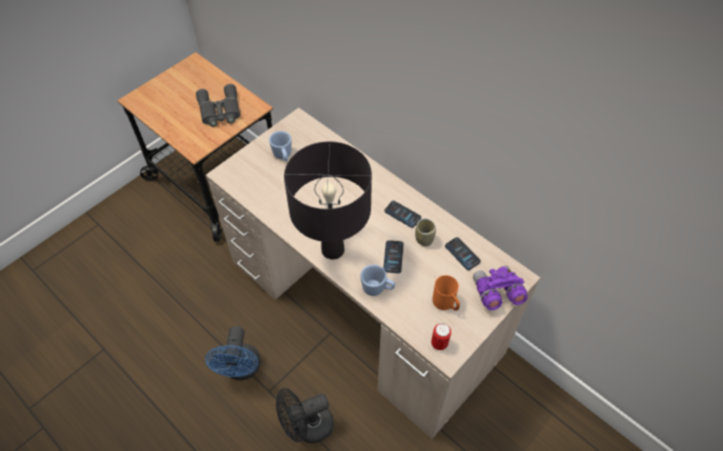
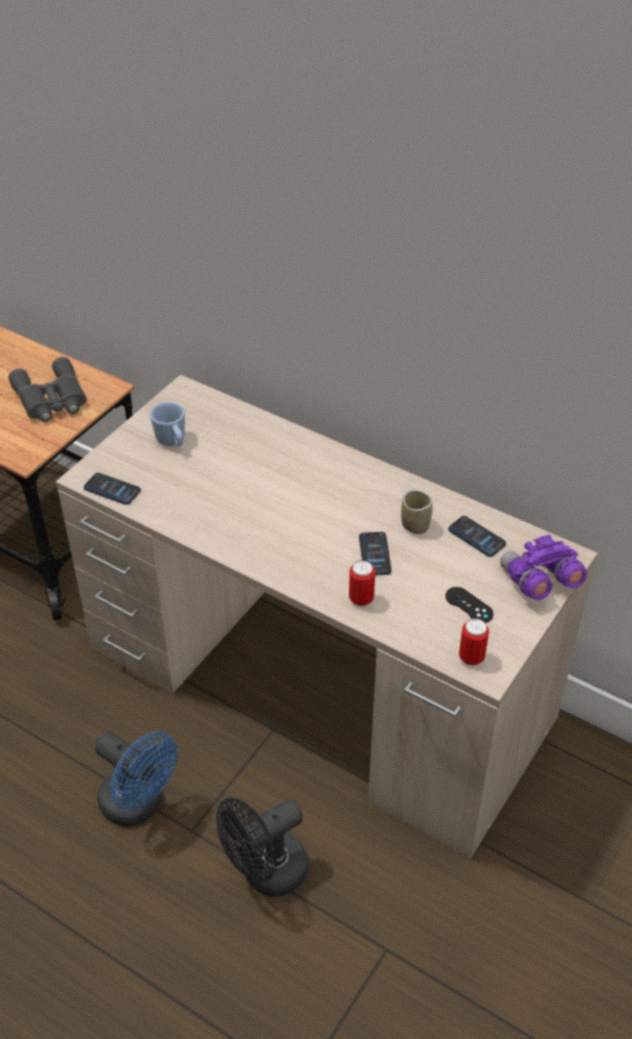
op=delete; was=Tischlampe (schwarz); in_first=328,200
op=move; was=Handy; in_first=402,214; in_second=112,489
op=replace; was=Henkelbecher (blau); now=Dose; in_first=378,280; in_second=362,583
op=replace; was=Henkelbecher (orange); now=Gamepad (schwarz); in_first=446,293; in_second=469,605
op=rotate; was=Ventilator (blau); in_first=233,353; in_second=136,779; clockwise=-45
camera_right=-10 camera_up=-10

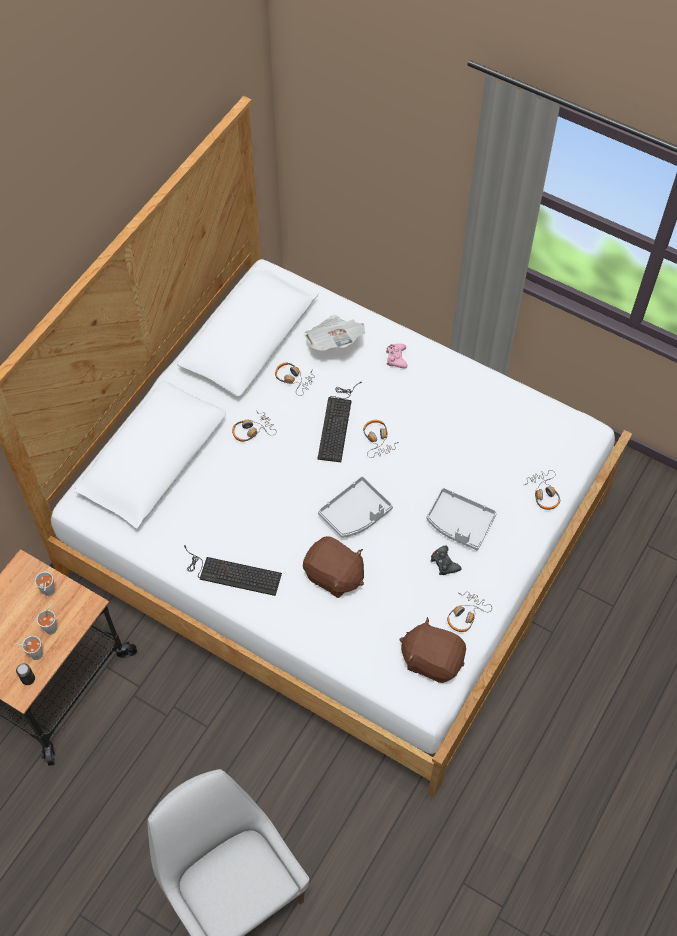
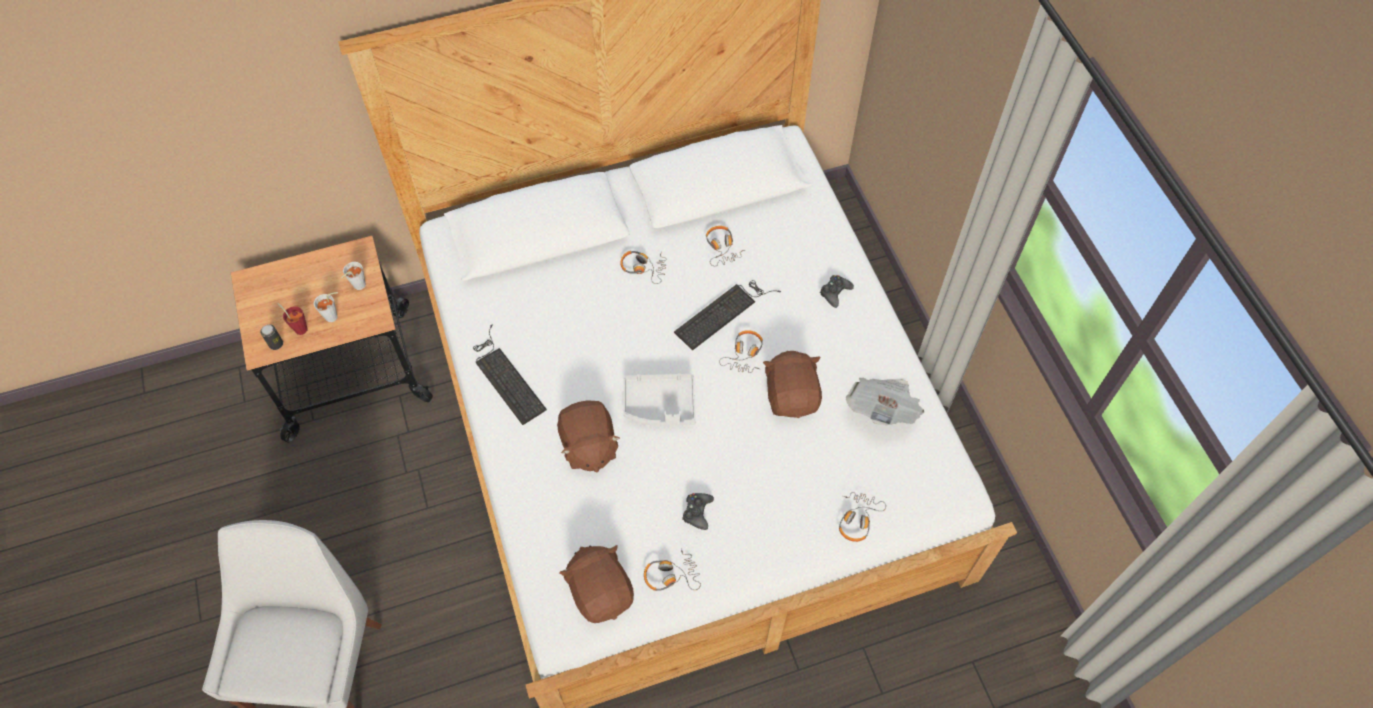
op=move; was=Zeitung; in_first=335,333; in_second=885,401
op=recolor; was=Gamepad (rosa); now=Gamepad (schwarz); in_first=397,356; in_second=837,291
op=delete; was=Tablett (grau); in_first=461,519
op=recolor; was=Tasse (grau); now=Tasse (rot); in_first=28,648; in_second=292,319
op=insert; now=Plüschtier (braun); in_second=792,384
camera_right=40 camera_up=0

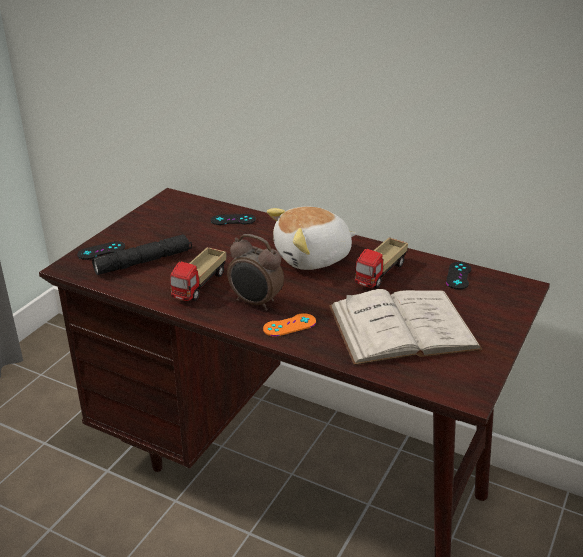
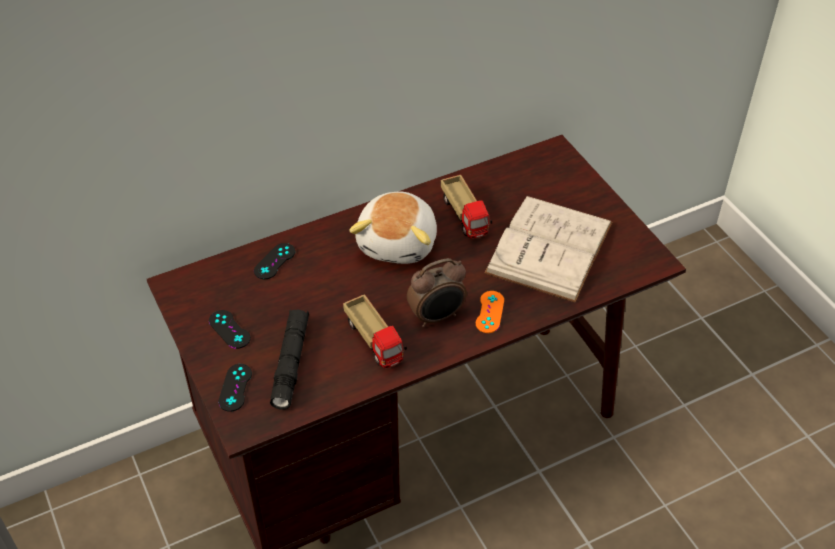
op=move; was=Gamepad (schwarz); in_first=458,276; in_second=230,329
camera_right=-55 camera_up=15

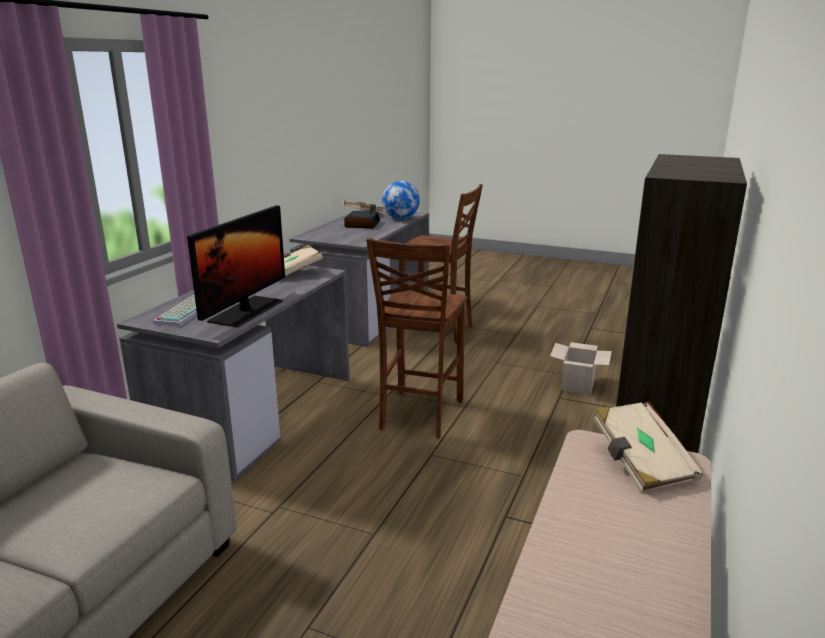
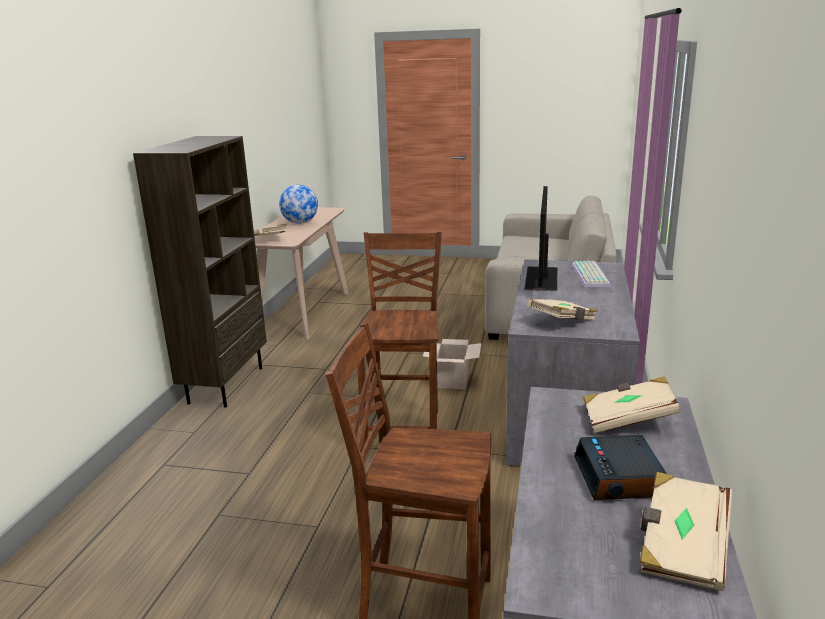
op=move; was=Globus; in_first=401,200; in_second=298,204
op=move; was=Karton; in_first=581,368; in_second=452,364
op=insert; now=Buch (beige); in_second=631,404
camera_right=170 camera_up=0

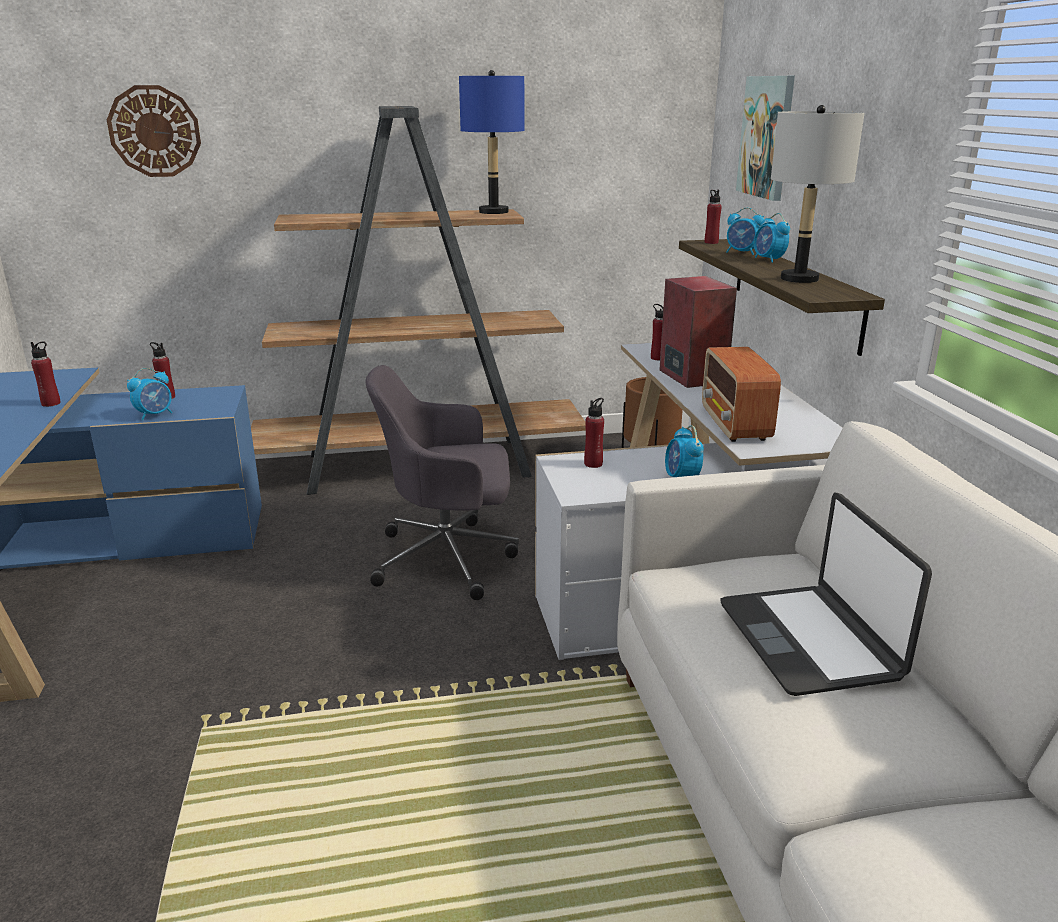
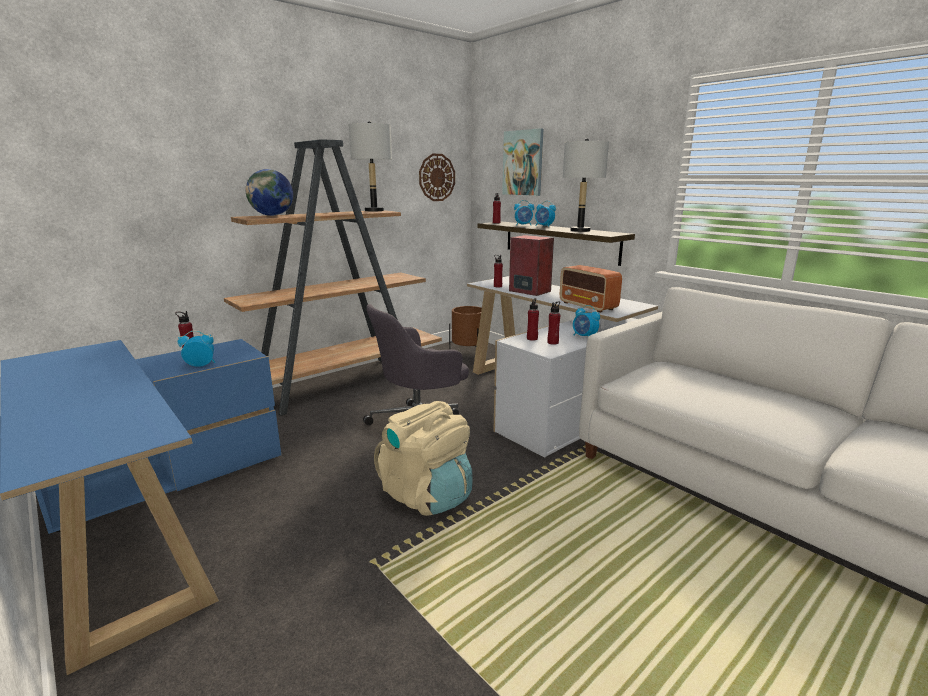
op=recolor; was=Tischlampe (blau); now=Tischlampe (grau); in_first=491,142; in_second=370,166
op=move; was=Wanduhr; in_first=154,131; in_second=437,177
op=move; was=Flasche (rot); in_first=46,374; in_second=553,322
op=rotate; was=Wecker; in_first=149,394; in_second=196,348; clockwise=-120
op=delete; was=Laptop; in_first=826,594
op=insert; now=Globus; in_second=269,192
op=insert; now=Rucksack (beige); in_second=423,458
camera_right=-30 camera_up=-5

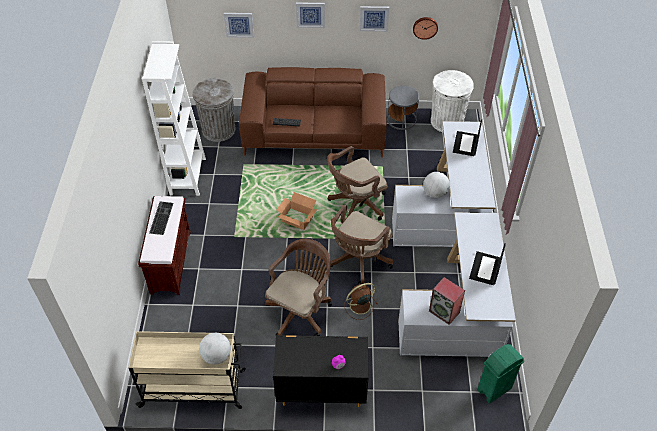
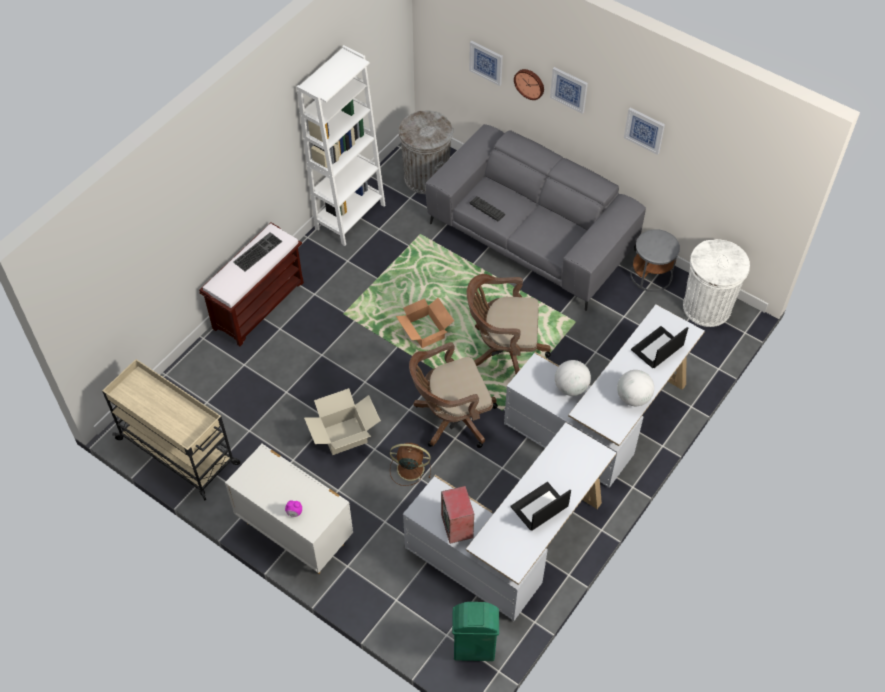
op=move; was=Wanduhr; in_first=425,28; in_second=529,84
op=recolor; was=Sofa (braun); now=Sofa (grau); in_first=313,112; in_second=535,217
op=replace; was=Bürostuhl (braun); now=Karton; in_first=298,287; in_second=342,421
op=move; was=Globus; in_first=215,349; in_second=635,388
op=recolor; was=Kommode (schwarz); now=Kommode (weiß); in_first=321,371; in_second=289,509
camera_right=35 camera_up=5

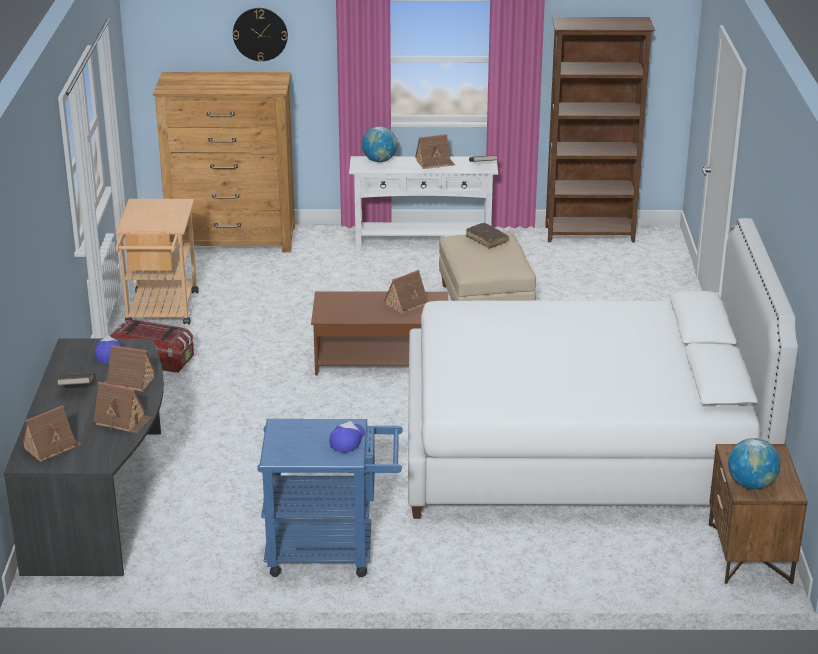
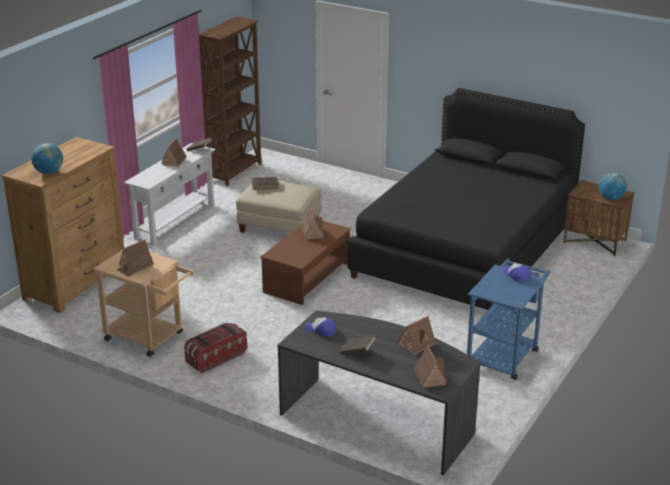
op=delete; was=Wanduhr; in_first=260,35
op=move; was=Globus; in_first=379,144; in_second=47,158
op=recolor; was=Bett (weiß); now=Bett (schwarz); in_first=603,368; in_second=466,199
op=move; was=Spielzeughaus; in_first=130,368; in_second=135,258
camera_right=-60 camera_up=0

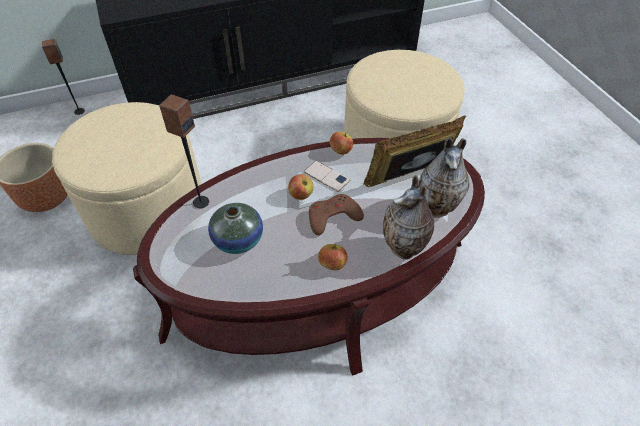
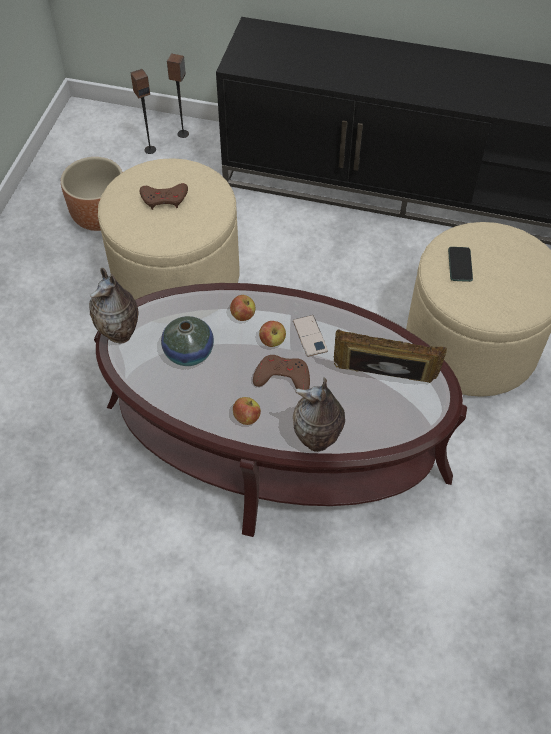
op=move; was=Lautsprecher; in_first=184,151; in_second=143,111
op=move; was=Apfel; in_first=341,143; in_second=242,308
op=move; was=Vase; in_first=444,177; in_second=114,306
op=insert; now=Gamepad (braun); in_second=164,196
op=insert; now=Handy; in_second=460,264
camera_right=35 camera_up=5

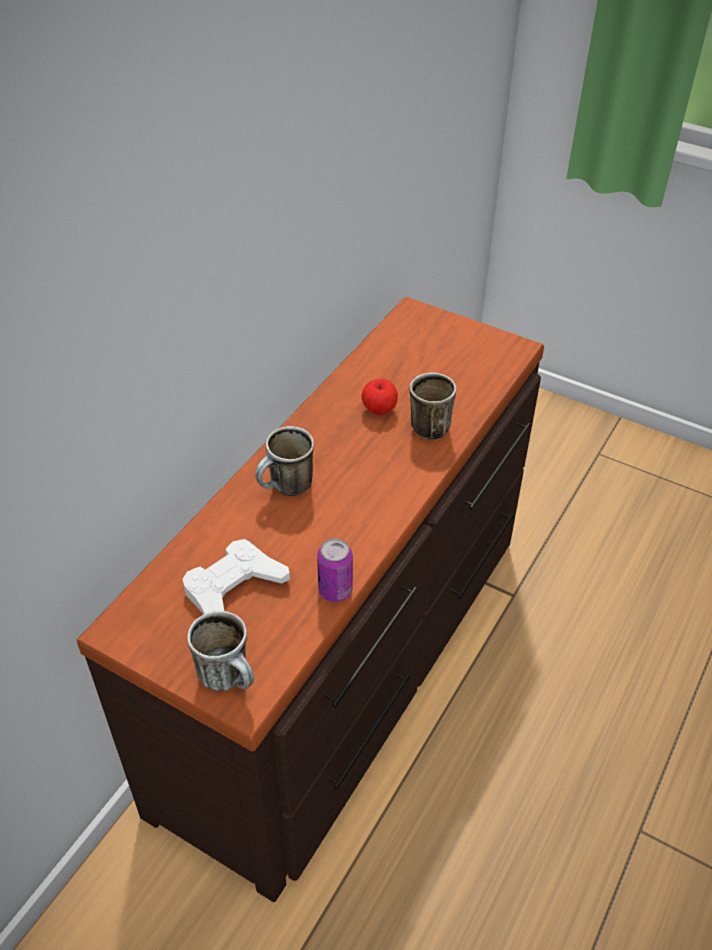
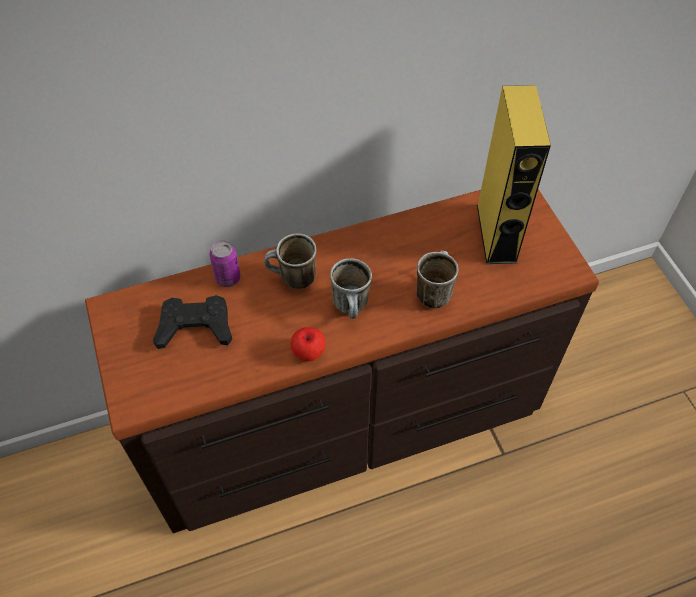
op=move; was=Apfel; in_first=380,397; in_second=308,344
op=move; was=Dose; in_first=335,570; in_second=225,263
op=recolor; was=Gamepad (weiß); now=Gamepad (schwarz); in_first=236,577; in_second=192,322
op=move; was=Henkelbecher; in_first=220,651; in_second=351,288
op=insert; now=Lautsprecher (gelb); in_second=514,174
camera_right=40 camera_up=10

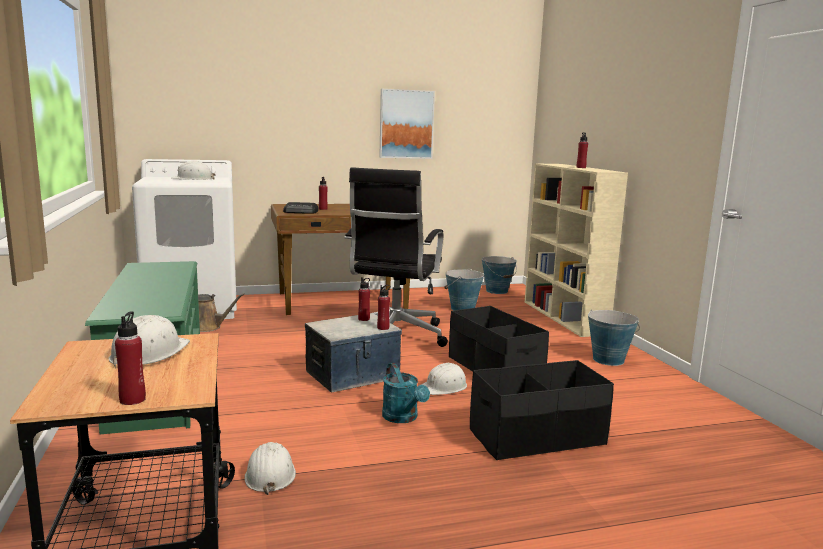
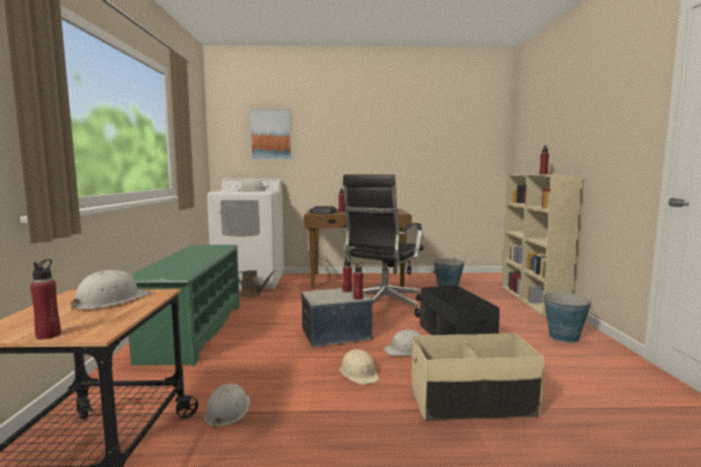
op=move; was=Bild; in_first=407,124; in_second=270,134
op=delete; was=Eimer; in_first=499,275
op=recolor; was=Aufbewahrungsbox (schwarz); now=Aufbewahrungsbox (beige); in_first=542,410; in_second=478,376
op=replace; was=Gießkanne (türkis); now=Schutzhelm (beige); in_first=406,393; in_second=359,367
camera_right=15 camera_up=-5

